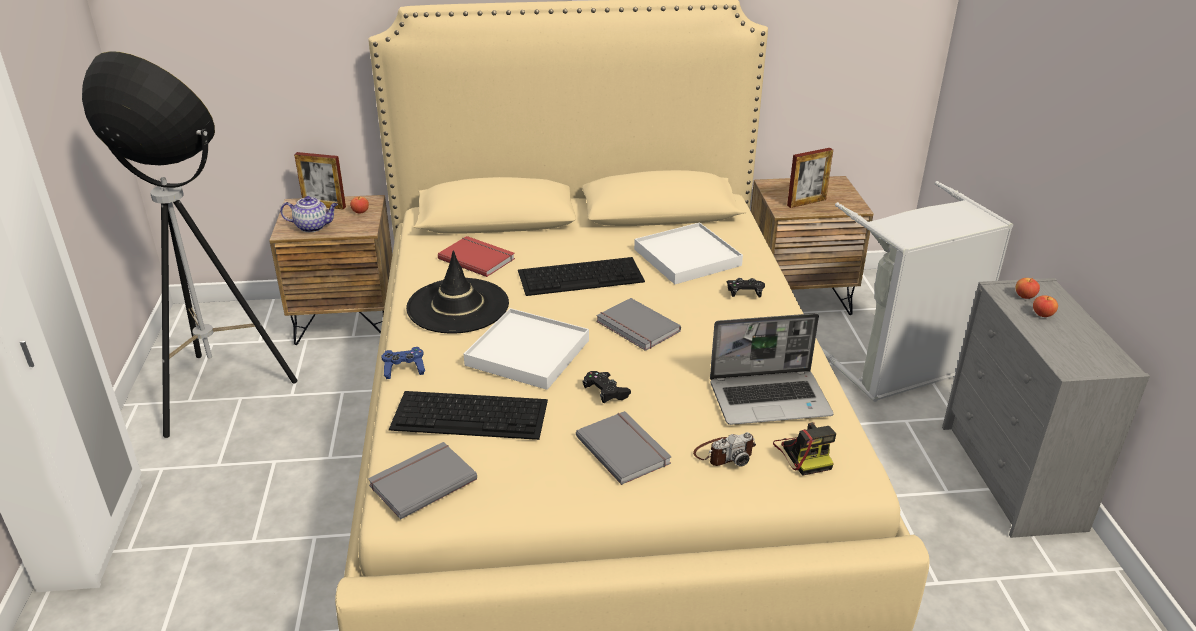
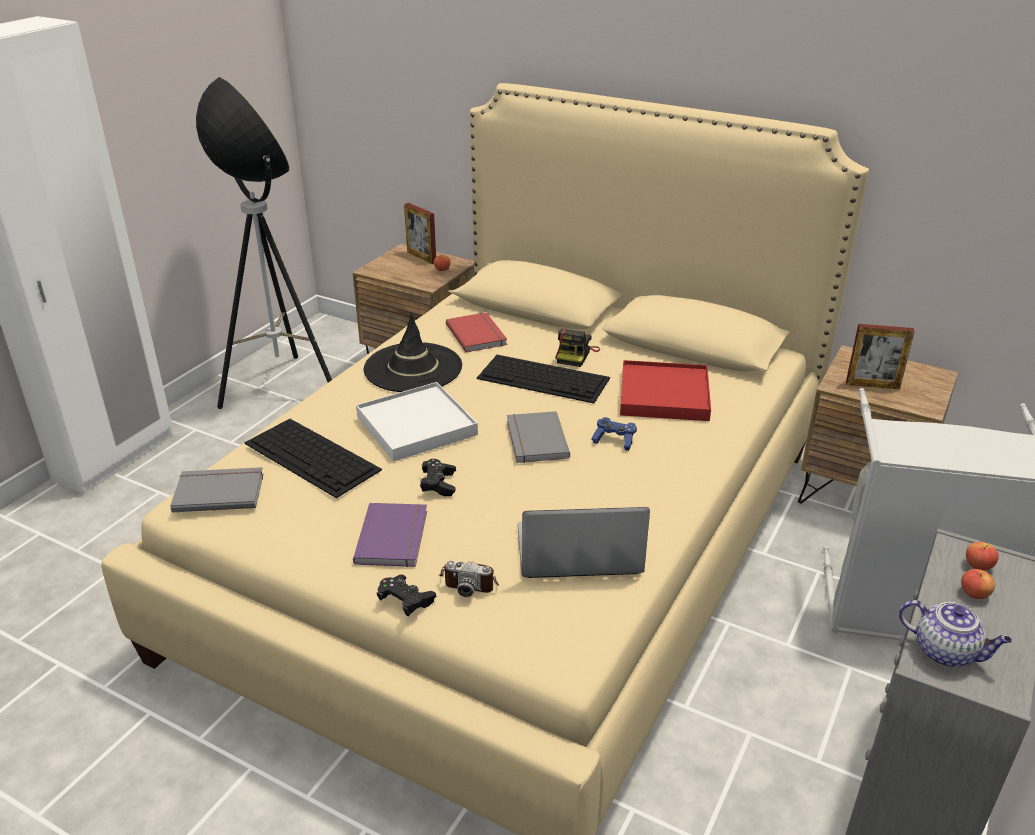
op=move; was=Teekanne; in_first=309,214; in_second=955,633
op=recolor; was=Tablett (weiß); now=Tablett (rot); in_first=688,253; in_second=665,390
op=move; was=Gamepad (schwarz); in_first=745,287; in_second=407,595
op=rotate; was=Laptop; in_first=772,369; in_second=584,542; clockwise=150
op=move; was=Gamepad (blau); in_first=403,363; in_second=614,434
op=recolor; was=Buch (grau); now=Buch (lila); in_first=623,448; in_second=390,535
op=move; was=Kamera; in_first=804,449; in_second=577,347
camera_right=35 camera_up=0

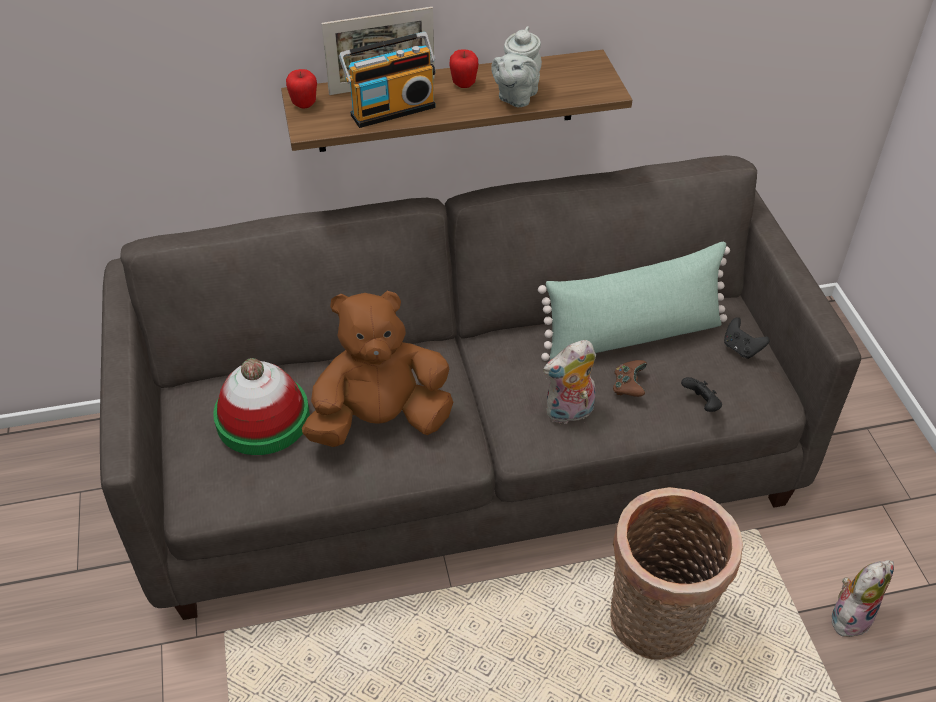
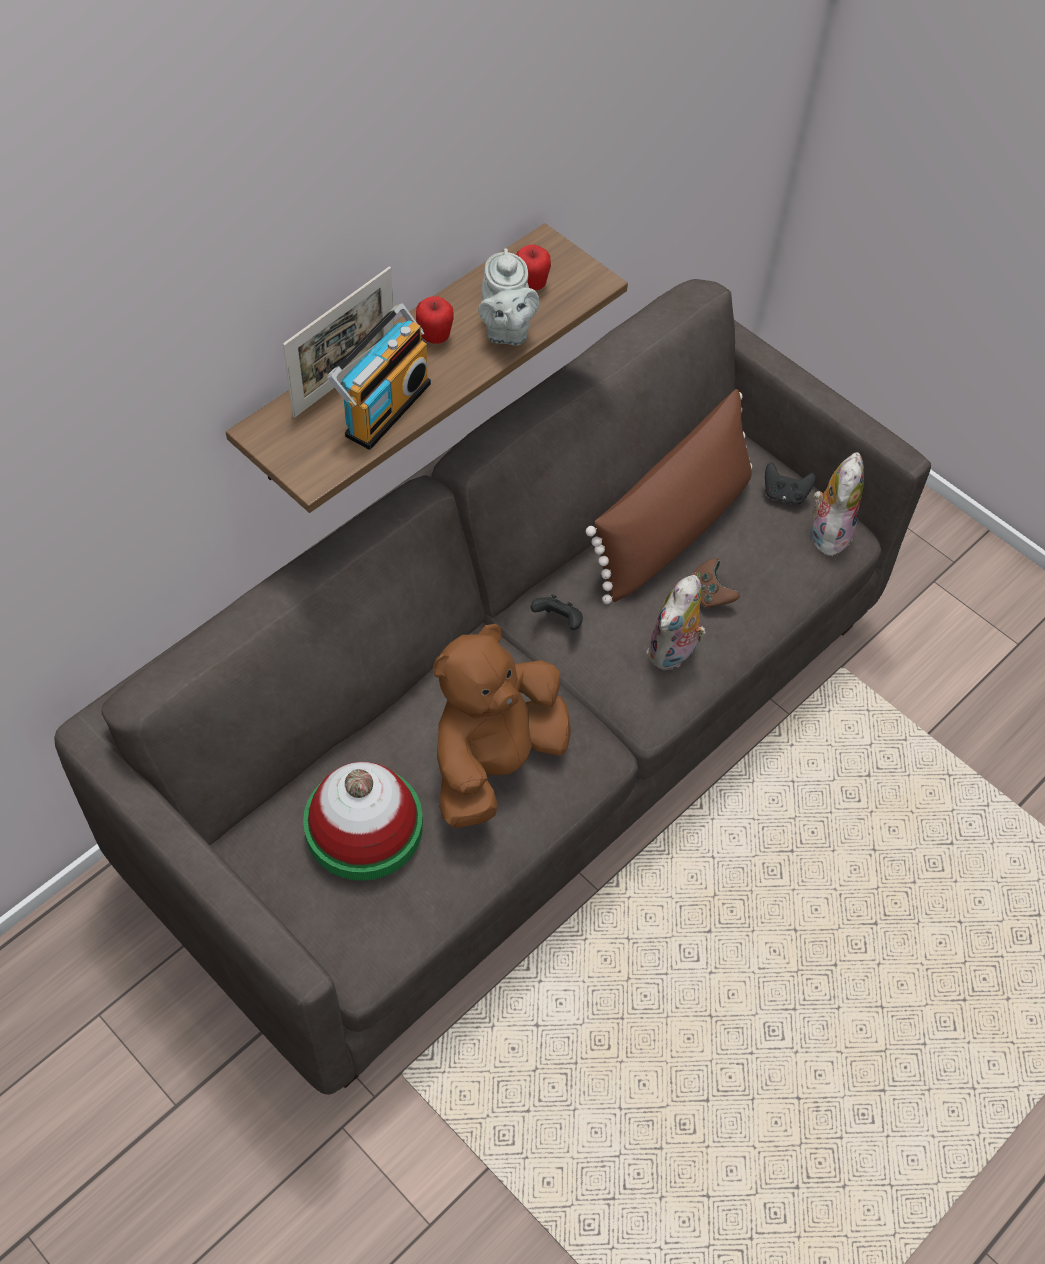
op=move; was=Apfel; in_first=301,89; in_second=533,268
op=recolor; was=Kissen (grün); now=Kissen (braun); in_first=634,301; in_second=669,496
op=move; was=Gamepad (schwarz); in_first=701,394; in_second=556,612
op=delete; was=Korb; in_first=676,573
op=move; was=Plüschtier; in_first=863,598; in_second=838,504
camera_right=-35 camera_up=10

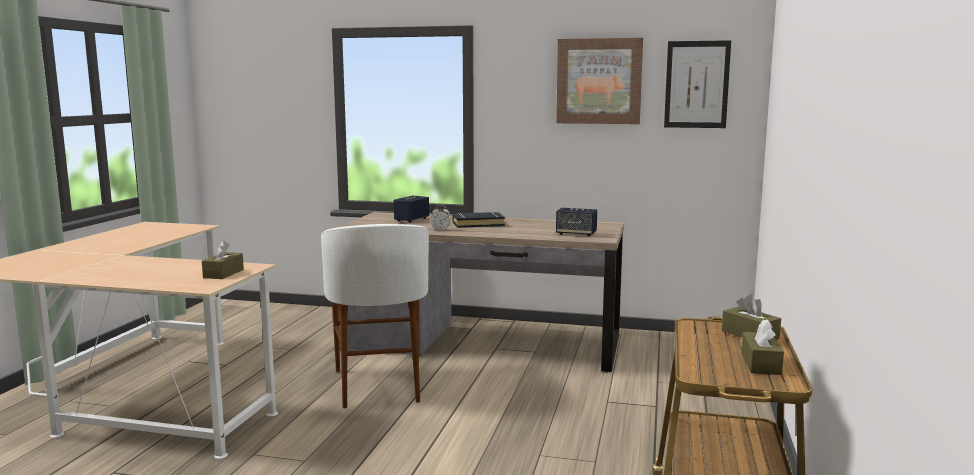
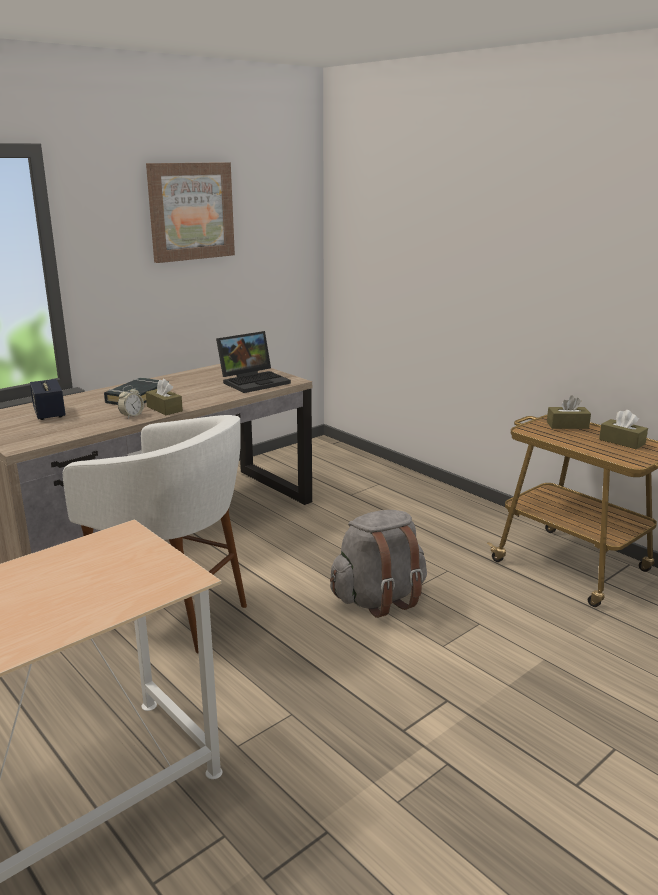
op=delete; was=Bild; in_first=697,84
op=replace; was=Lautsprecher; now=Laptop; in_first=576,222; in_second=253,362
op=move; was=Taschentuchbox (braun); in_first=223,259; in_second=164,396
op=insert; now=Rucksack (grau); in_second=378,564
camera_right=-55 camera_up=10

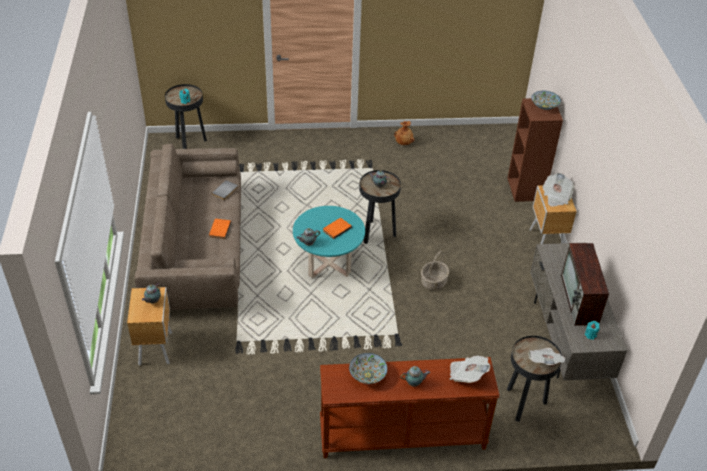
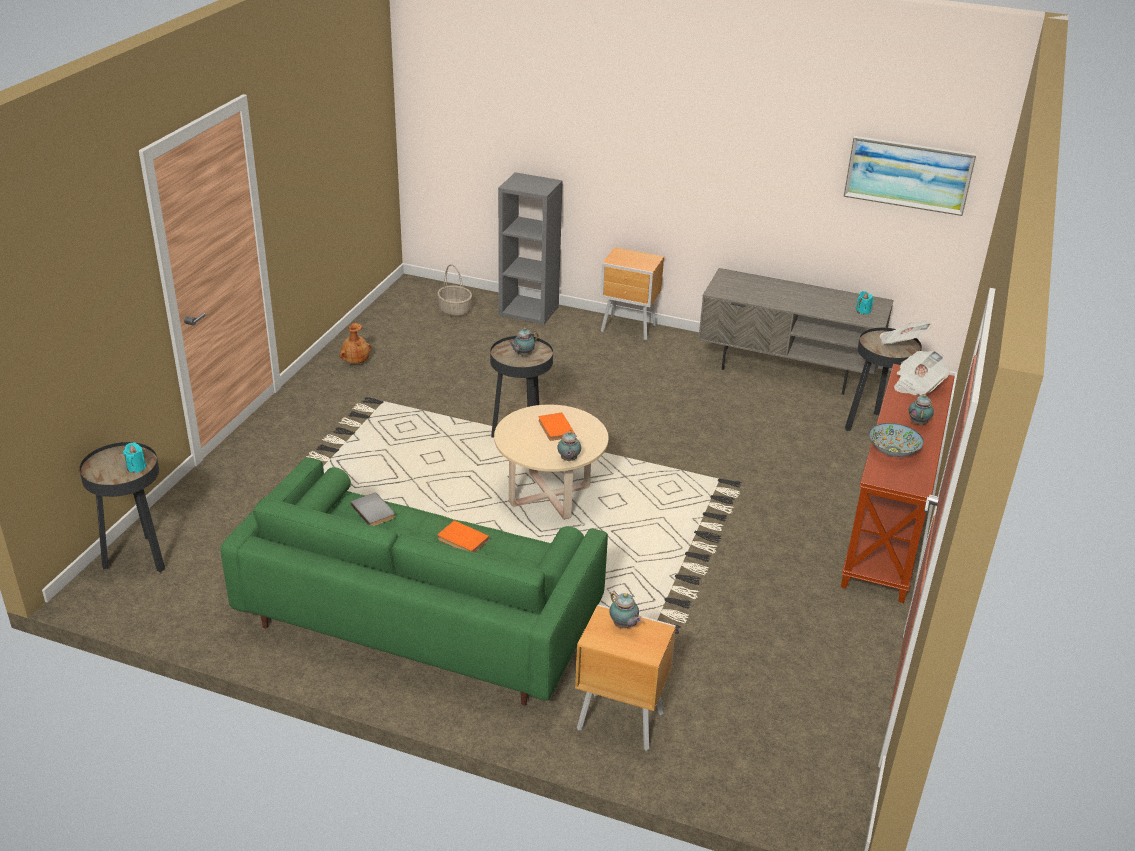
op=delete; was=Schüssel; in_first=546,100
op=recolor; was=Bücherregal (braun); now=Bücherregal (grau); in_first=535,150; in_second=530,248
op=recolor; was=Sofa (beige); now=Sofa (grün); in_first=188,227; in_second=414,581
op=delete; was=Zeitung; in_first=558,189
op=recolor; was=Couchtisch (türkis); now=Couchtisch (beige); in_first=329,242; in_second=551,462
op=delete; was=Fernseher; in_first=585,284
op=move; was=Korb; in_first=435,270; in_second=454,290
op=insert; now=Bild; in_second=910,176
camera_right=-65 camera_up=-10

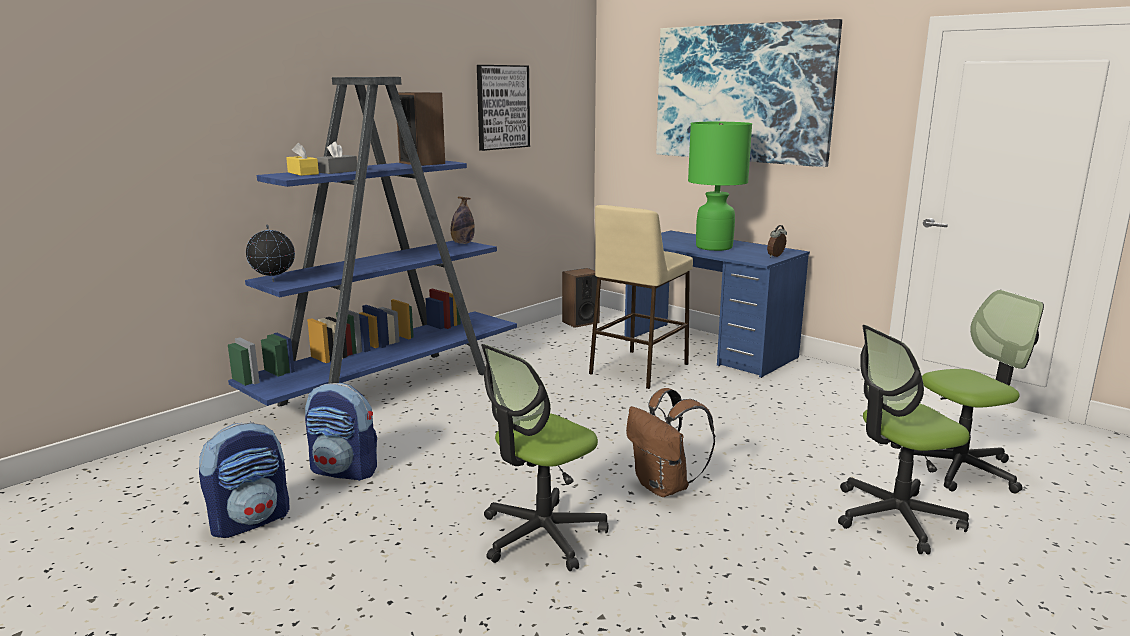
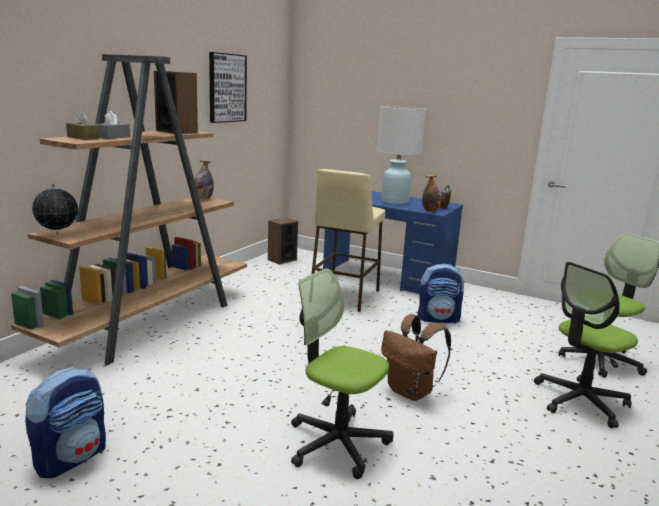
op=delete; was=Bild; in_first=749,93
op=recolor; was=Bücherregal (blau); now=Bücherregal (braun); in_first=372,242; in_second=129,209
op=recolor; was=Tischlampe (grün); now=Tischlampe (weiß); in_first=720,186; in_second=401,155
op=recolor; was=Taschentuchbox (gelb); now=Taschentuchbox (braun); in_first=302,159; in_second=82,125
op=rotate; was=Bürostuhl; in_first=545,457; in_second=342,373; clockwise=90
op=move; was=Rucksack; in_first=341,432; in_second=441,293
op=insert; now=Flasche; in_second=431,193
camera_right=-15 camera_up=0

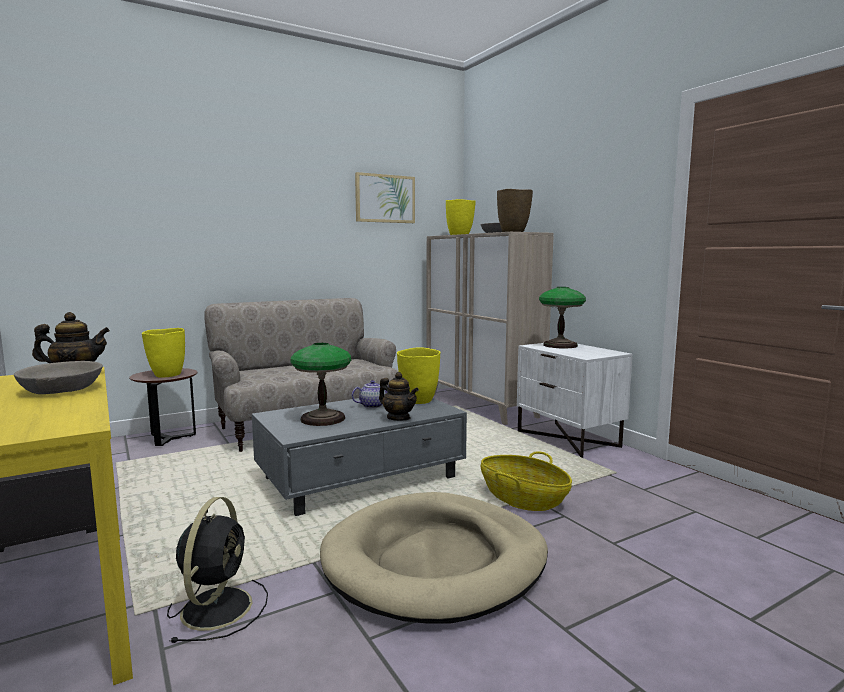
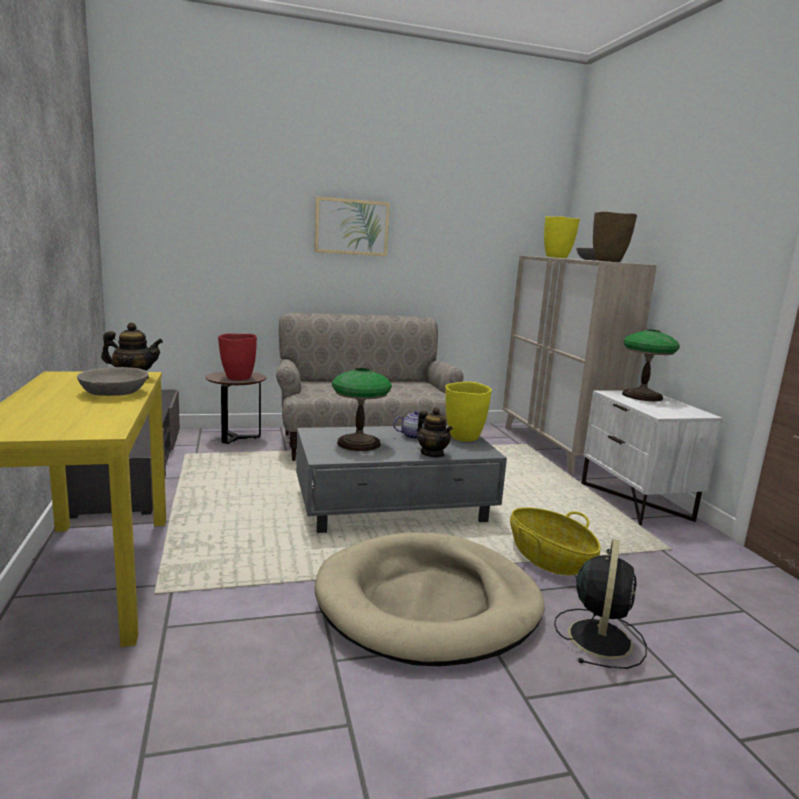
op=move; was=Bild; in_first=385,197; in_second=352,226
op=recolor; was=Vase (gelb); now=Vase (rot); in_first=163,353; in_second=237,357
op=move; was=Ventilator (schwarz); in_first=217,570; in_second=600,604
camera_right=15 camera_up=5

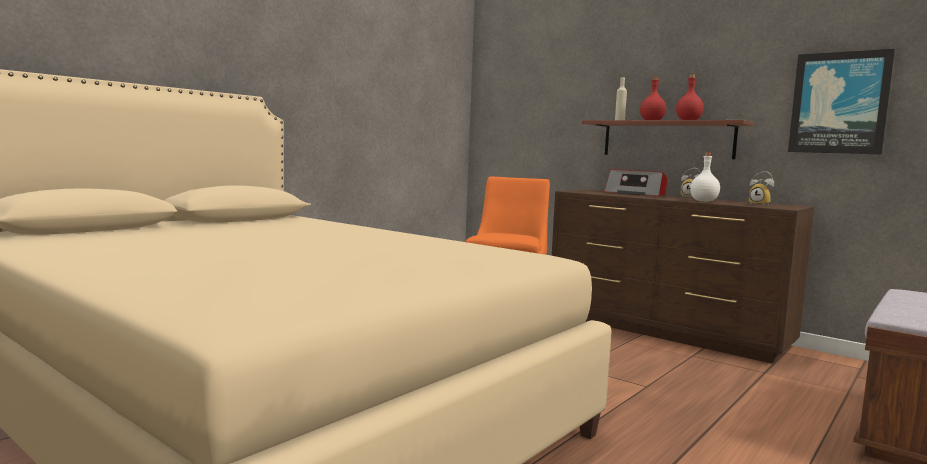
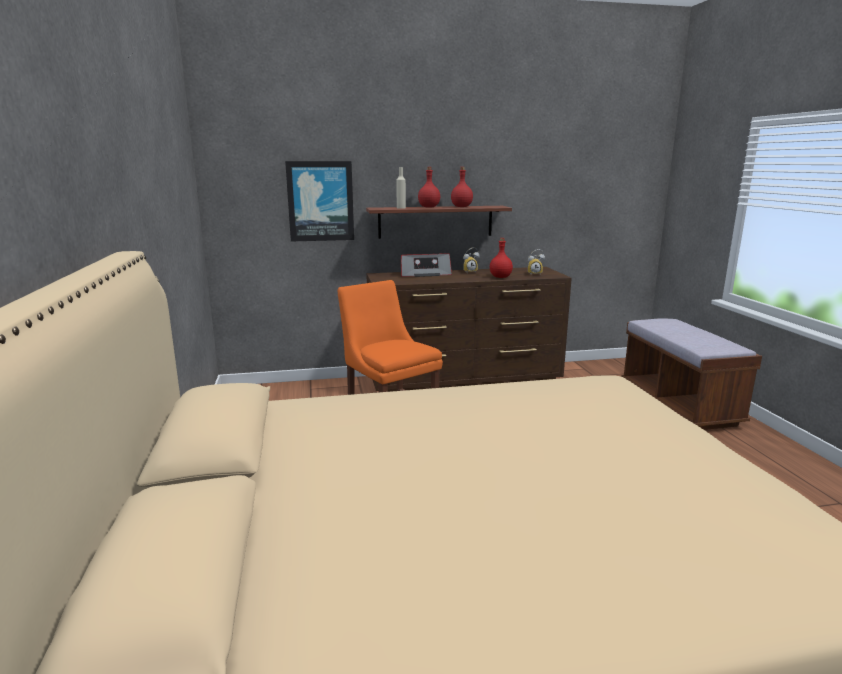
op=move; was=Bild; in_first=841,102; in_second=319,201
op=recolor; was=Flasche (weiß); now=Flasche (rot); in_first=705,177; in_second=501,258
camera_right=-50 camera_up=10

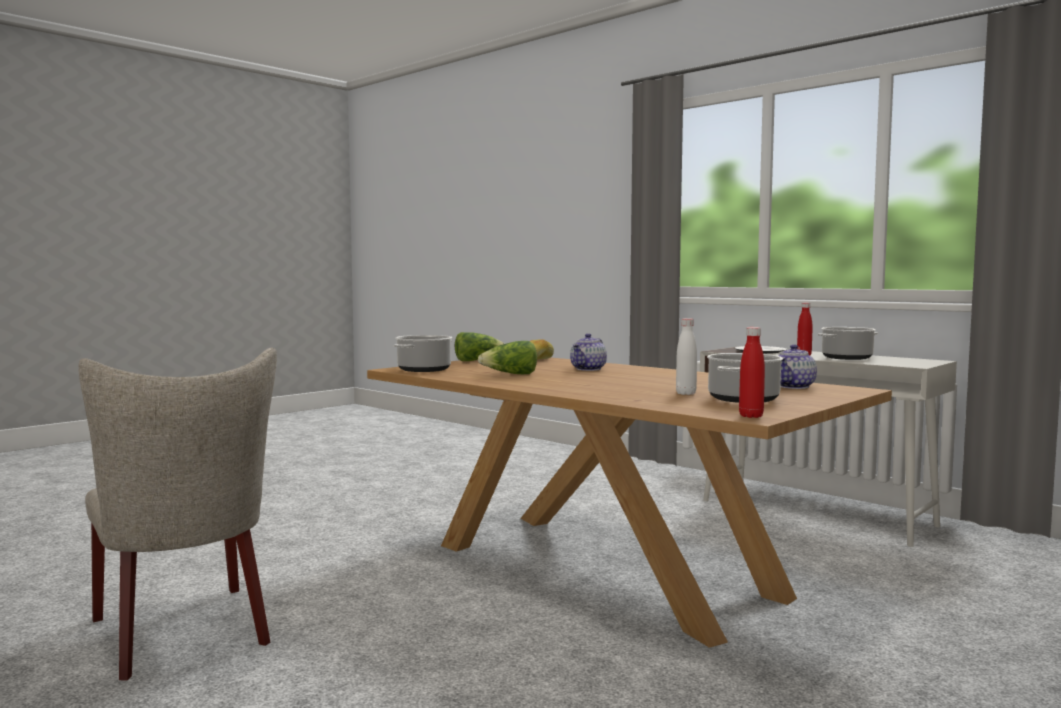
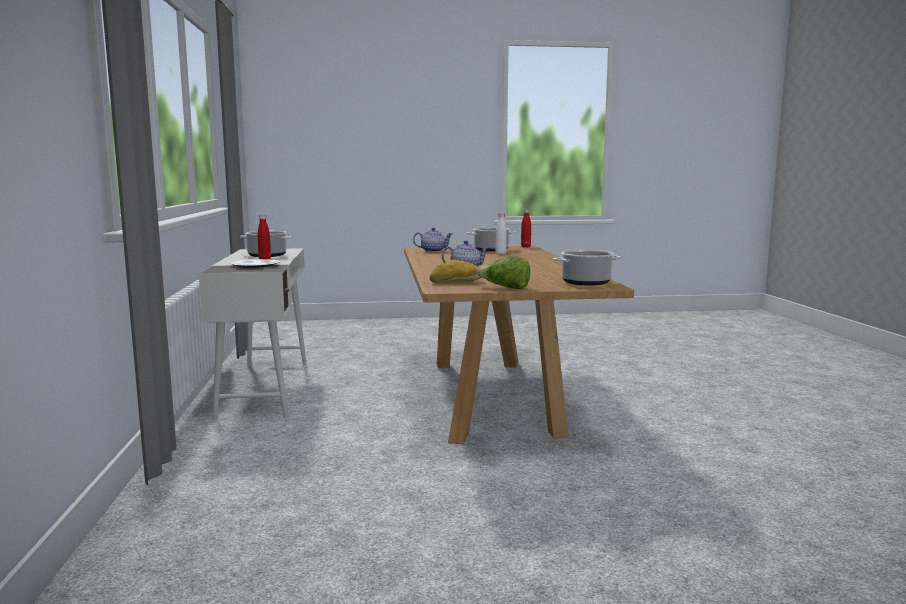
op=delete; was=Salatkopf; in_first=507,357
op=delete; was=Stuhl (beige); in_first=178,514
camera_right=-140 camera_up=5

